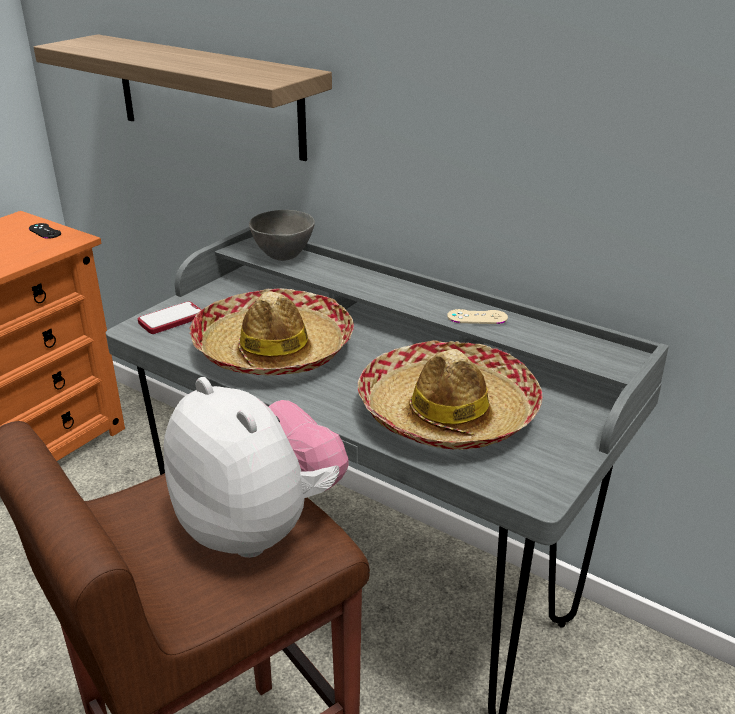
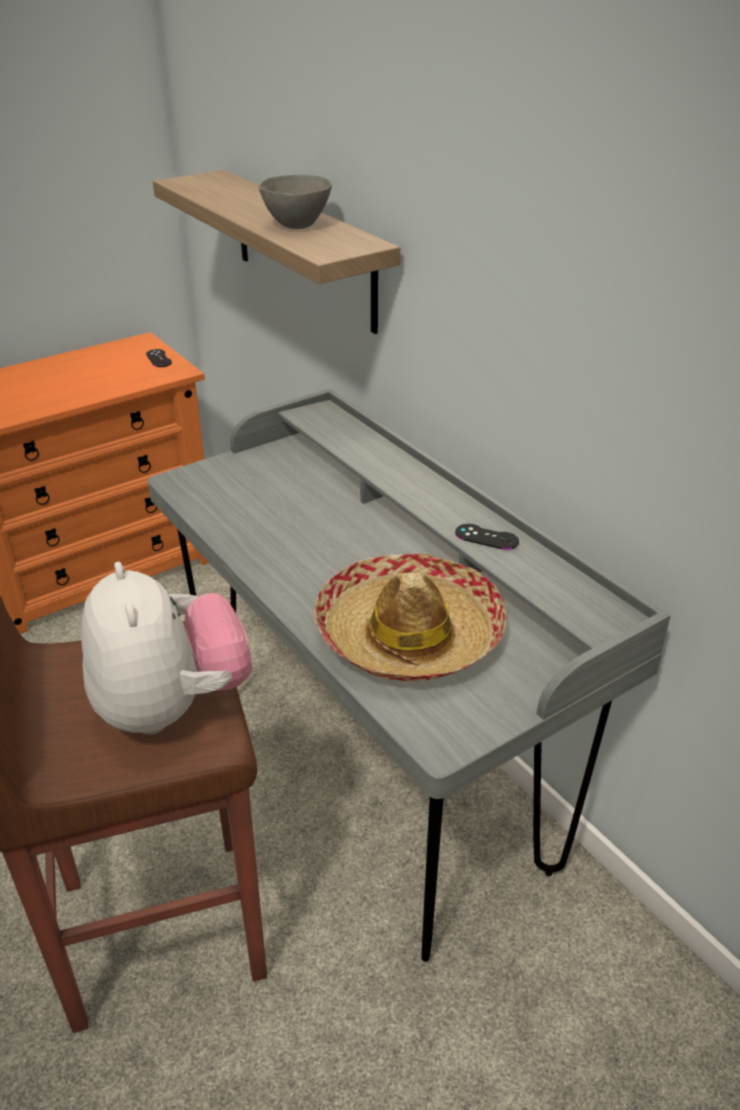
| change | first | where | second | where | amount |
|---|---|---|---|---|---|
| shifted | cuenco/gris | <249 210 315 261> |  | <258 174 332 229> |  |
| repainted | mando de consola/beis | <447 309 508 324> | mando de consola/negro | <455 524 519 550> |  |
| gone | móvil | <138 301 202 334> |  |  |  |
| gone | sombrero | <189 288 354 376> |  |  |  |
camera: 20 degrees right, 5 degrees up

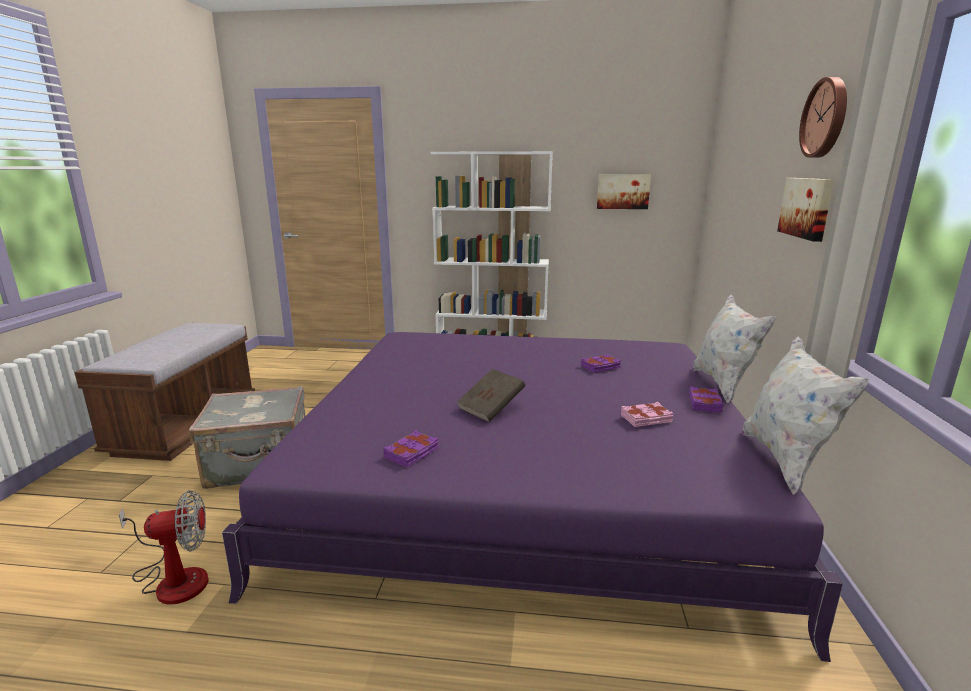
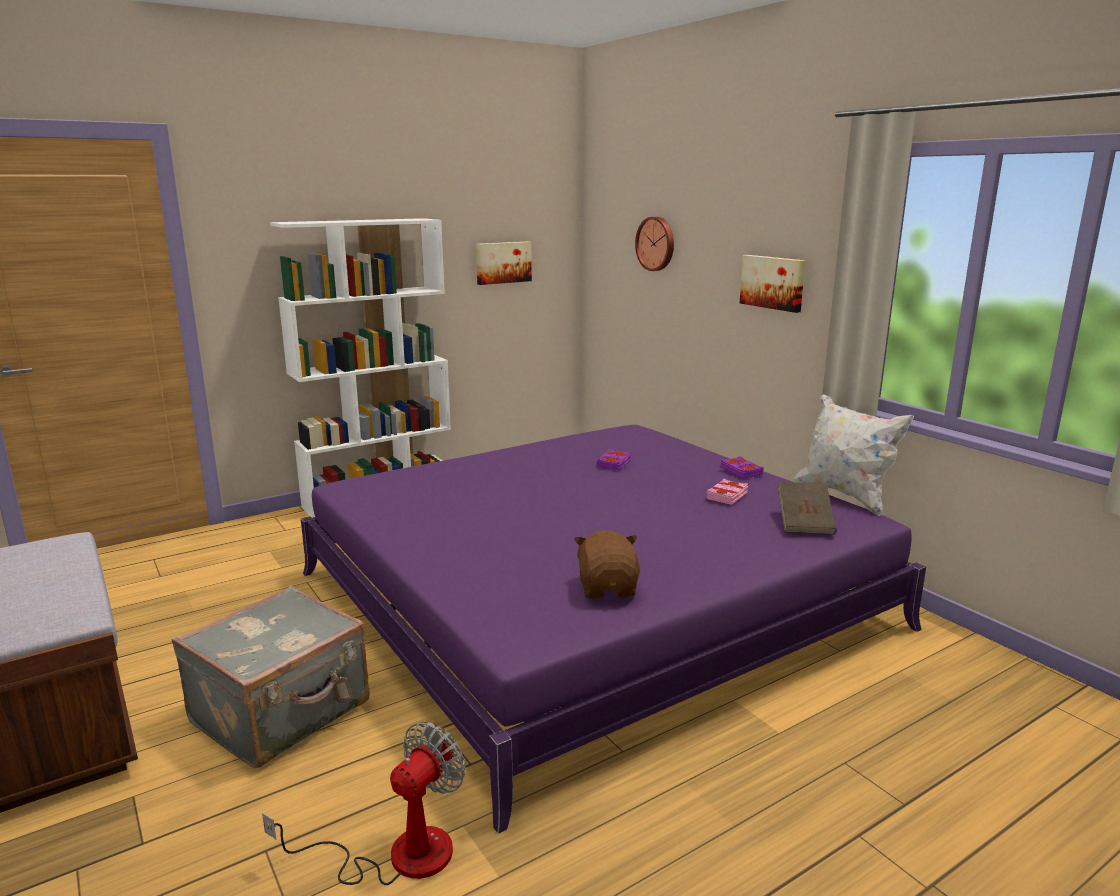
| change | first | where | second | where | amount |
|---|---|---|---|---|---|
| swapped | libro/morado | <384 430 439 467> | peluche/marrón | <574 530 640 599> |  |
| shifted | reloj de pared | <799 77 847 158> |  | <635 217 674 271> |  |
| shifted | libro/marrón | <457 369 525 422> |  | <778 482 837 535> |  |
| gone | cojín/blanco | <693 294 776 403> |  |  |  |
camera: 40 degrees left, 0 degrees up

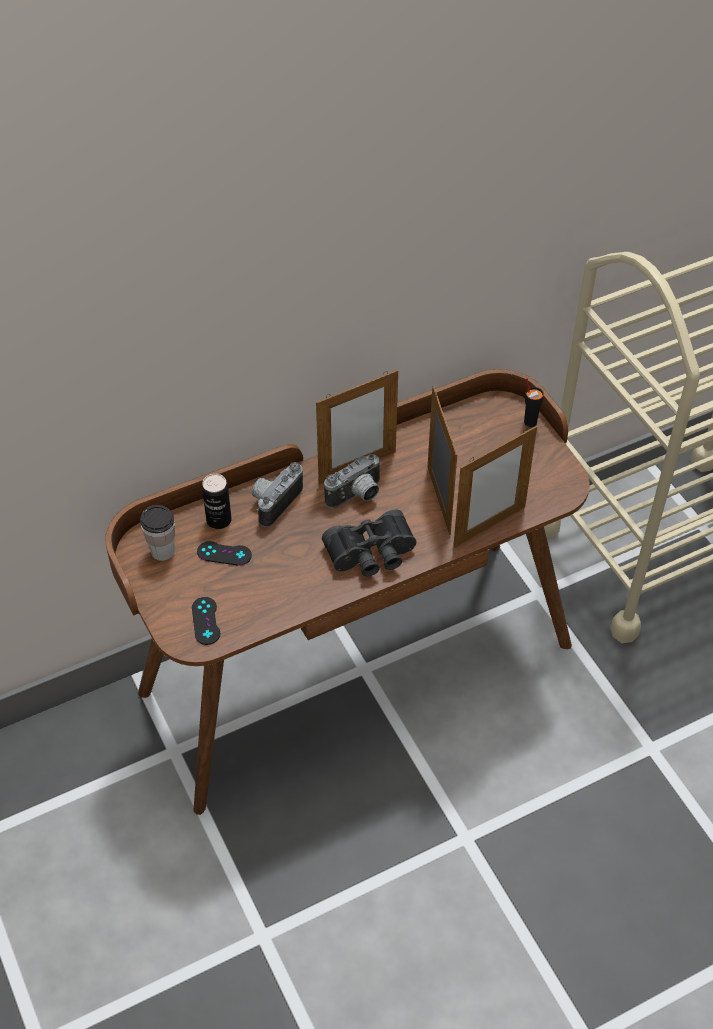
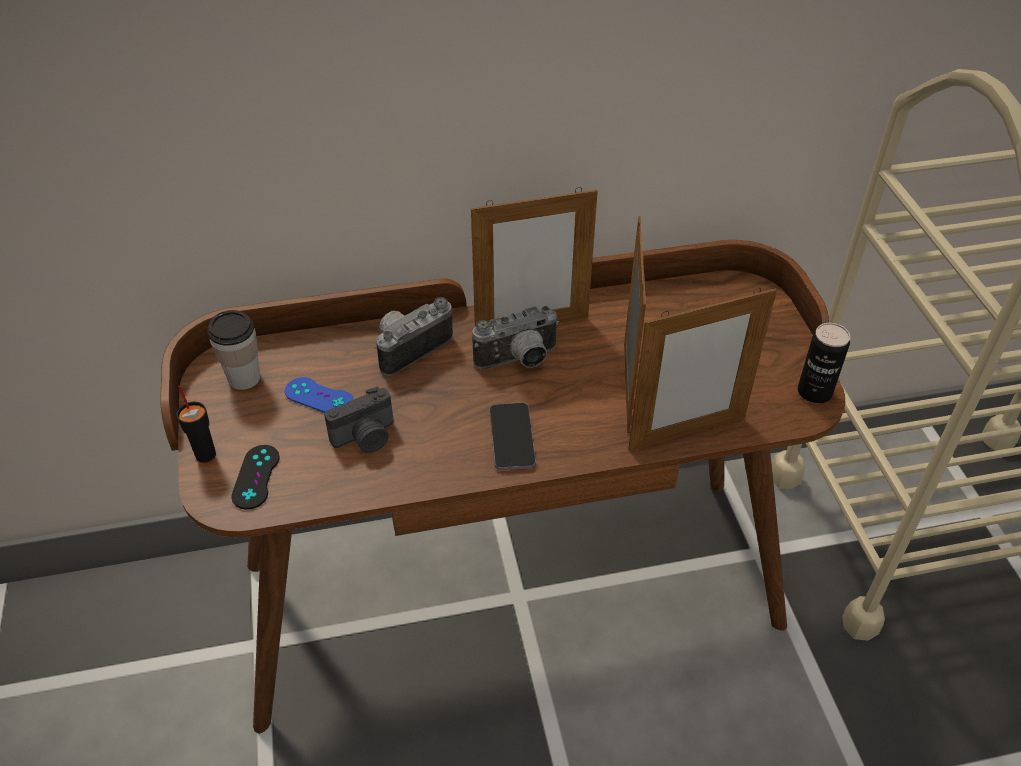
| change | first | where | second | where | amount |
|---|---|---|---|---|---|
| shifted | taza/negro | <524 378 544 427> |  | <177 386 216 463> |  |
| repainted | mando de consola/negro | <197 541 252 566> | mando de consola/azul | <285 377 354 413> |  |
| new |  |  | cámara | <324 387 394 453> |  |
| swapped | prismáticos/negro | <322 509 416 577> | móvil | <489 403 536 470> |  |
| shifted | lata | <202 474 232 529> |  | <798 323 850 403> |  |
camera: 15 degrees right, 5 degrees down

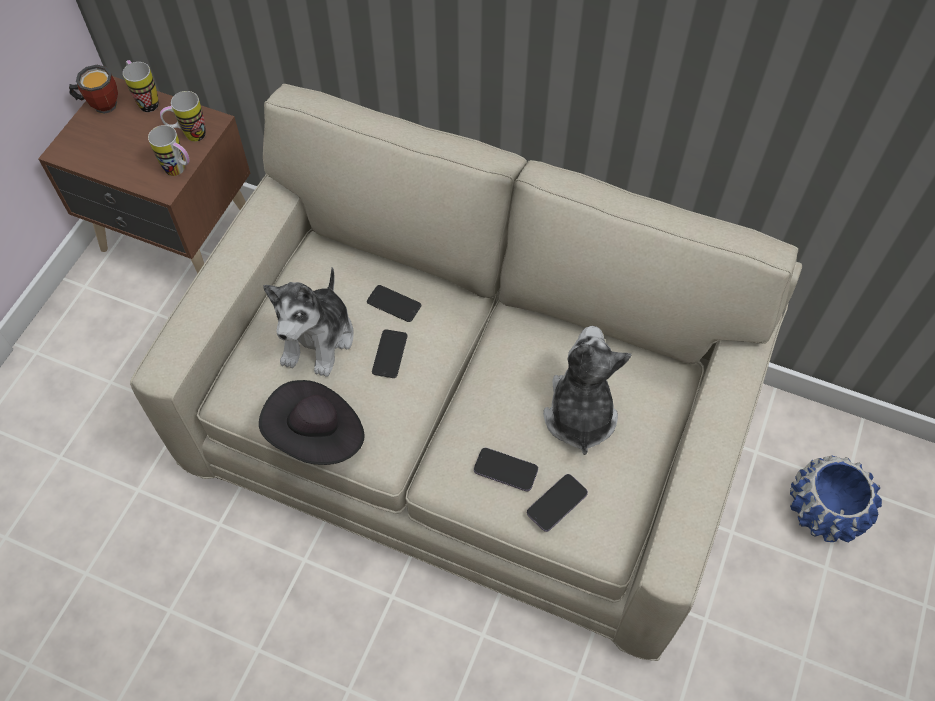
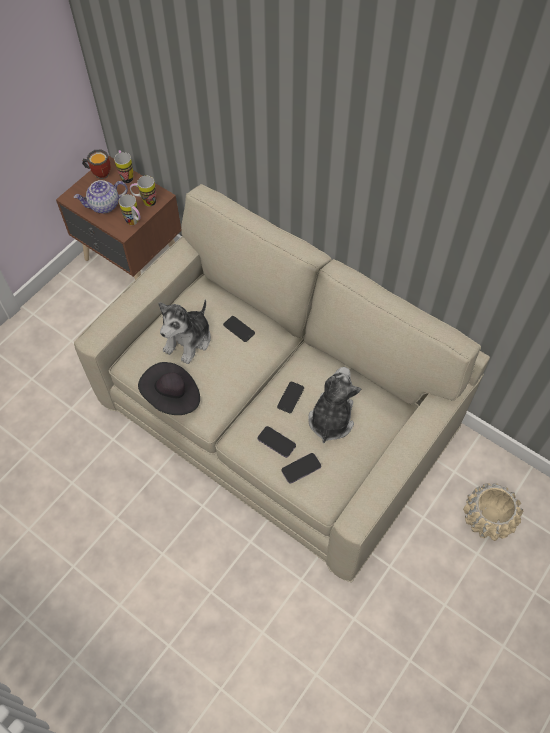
| change | first | where | second | where | amount |
|---|---|---|---|---|---|
| new |  |  | tetera | <74 180 128 213> |  |
| shifted | móvil | <372 329 407 378> |  | <277 382 304 413> |  |
| repainted | maceta/azul | <790 455 882 542> | maceta/beis | <463 483 523 541> |  |
camera: 15 degrees right, 0 degrees up

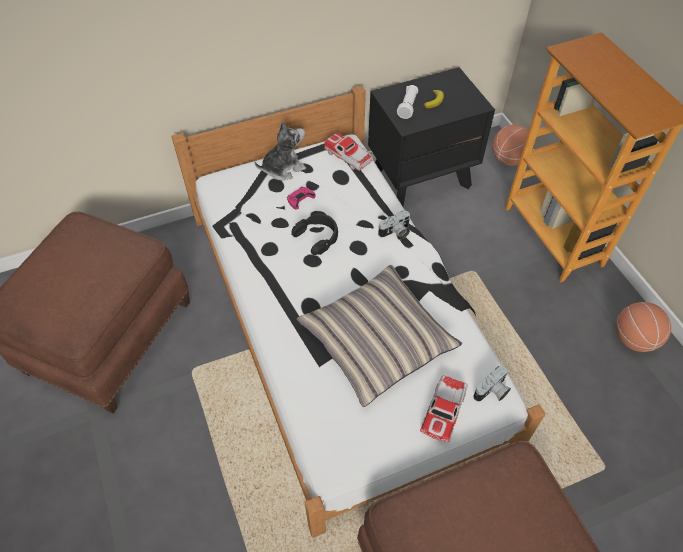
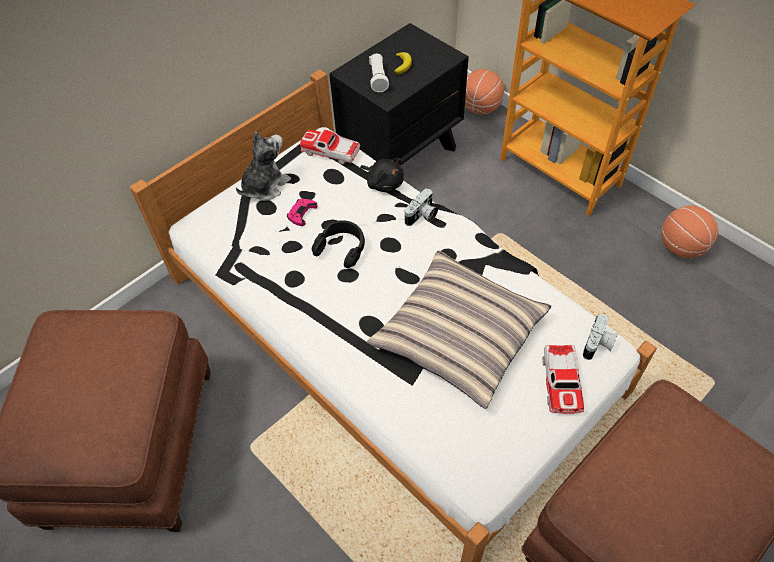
| change | first | where | second | where | amount |
|---|---|---|---|---|---|
| new |  |  | peluche/negro | <360 158 404 192> |  |
camera: 20 degrees left, 0 degrees up

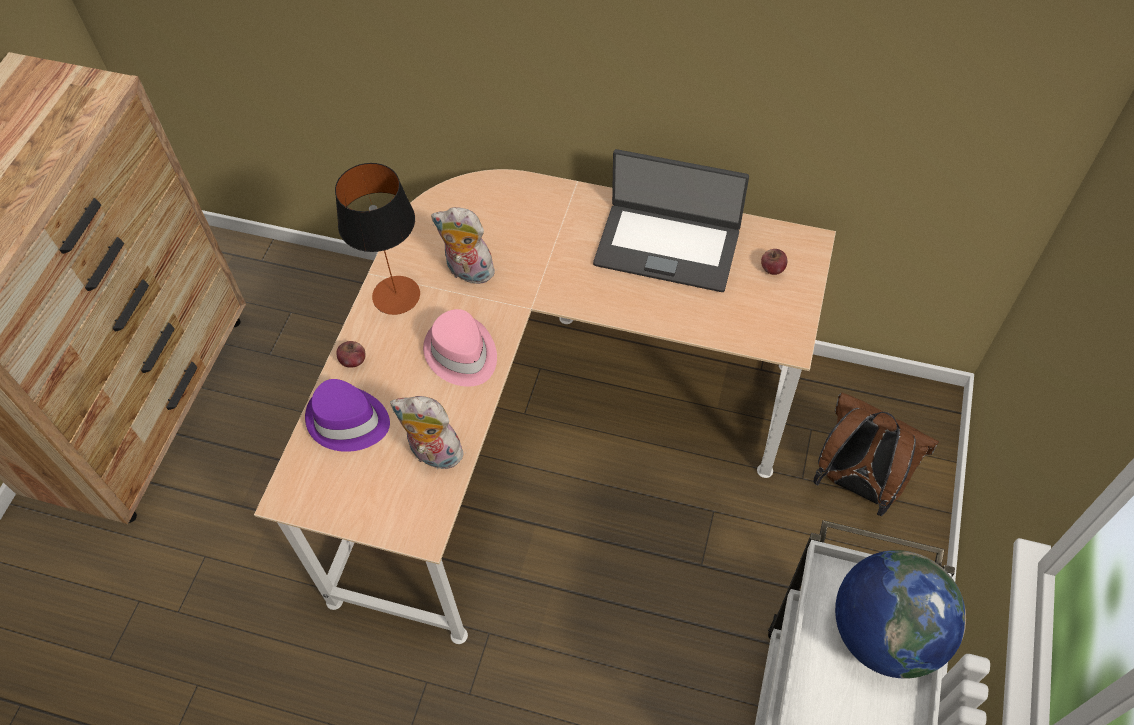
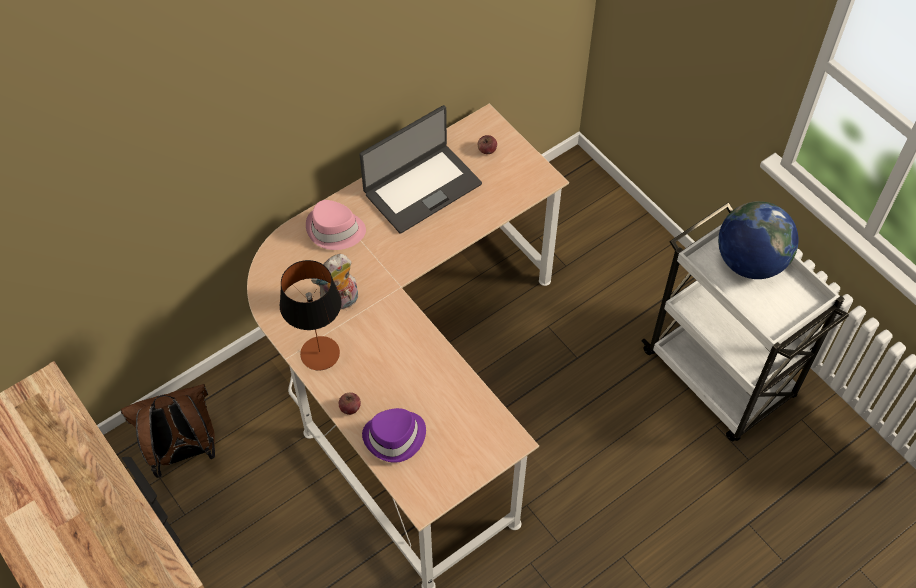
| change | first | where | second | where | amount |
|---|---|---|---|---|---|
| shifted | mochila/marrón | <814 393 939 517> |  | <121 384 215 478> |  |
| shifted | sombrero/rosa | <423 309 497 387> |  | <306 200 366 250> |  |
| gone | peluche | <390 396 466 473> |  |  |  |
camera: 55 degrees left, 0 degrees up

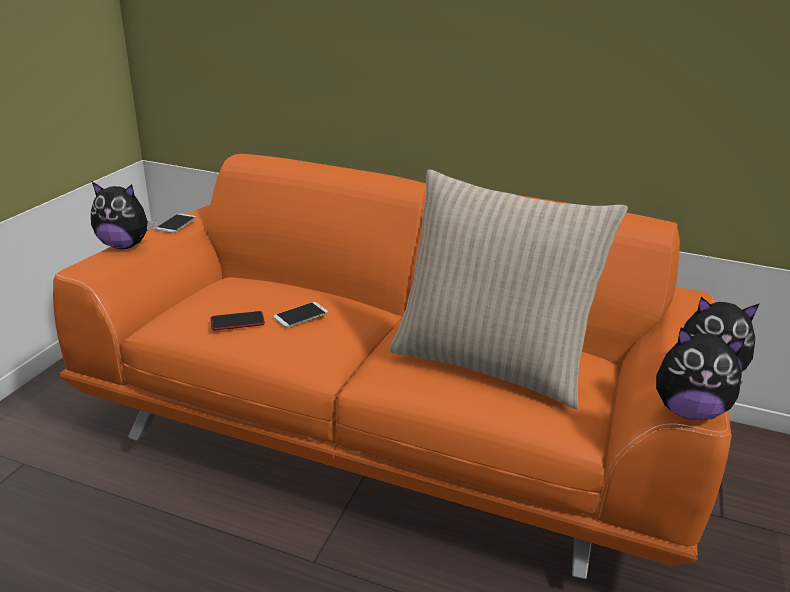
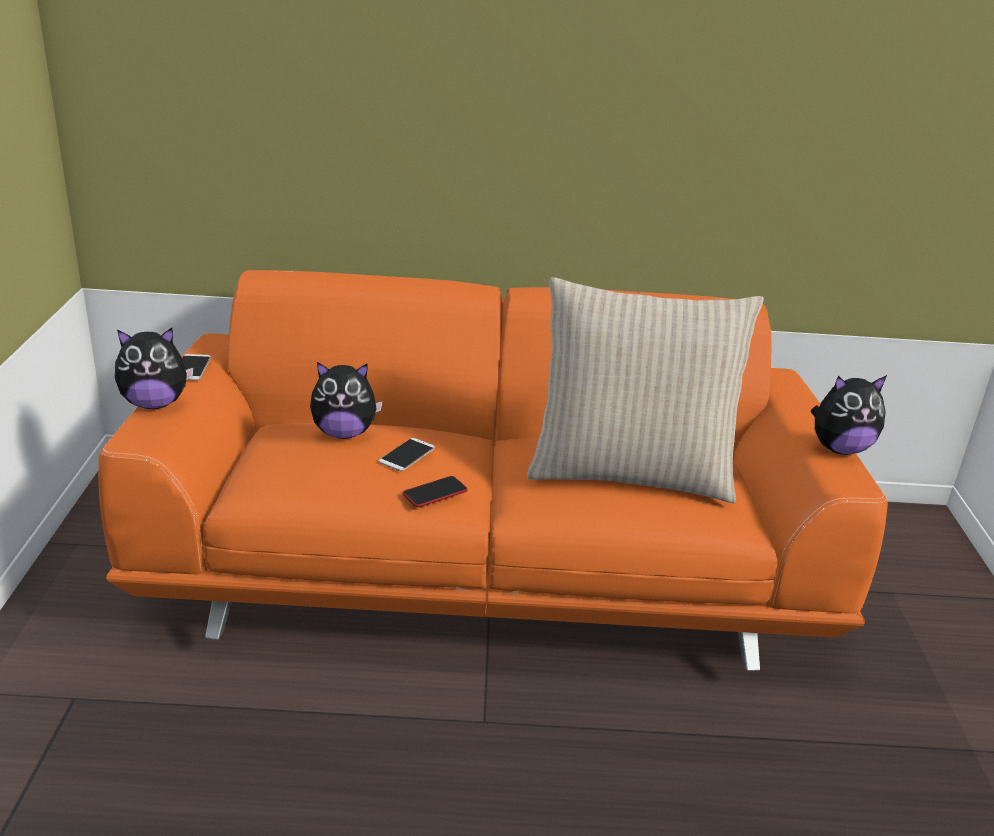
| change | first | where | second | where | amount |
|---|---|---|---|---|---|
| shifted | peluche | <656 327 746 420> |  | <310 362 383 439> |  |
| shifted | móvil | <210 311 265 330> |  | <403 476 468 507> |  |
camera: 20 degrees left, 0 degrees up

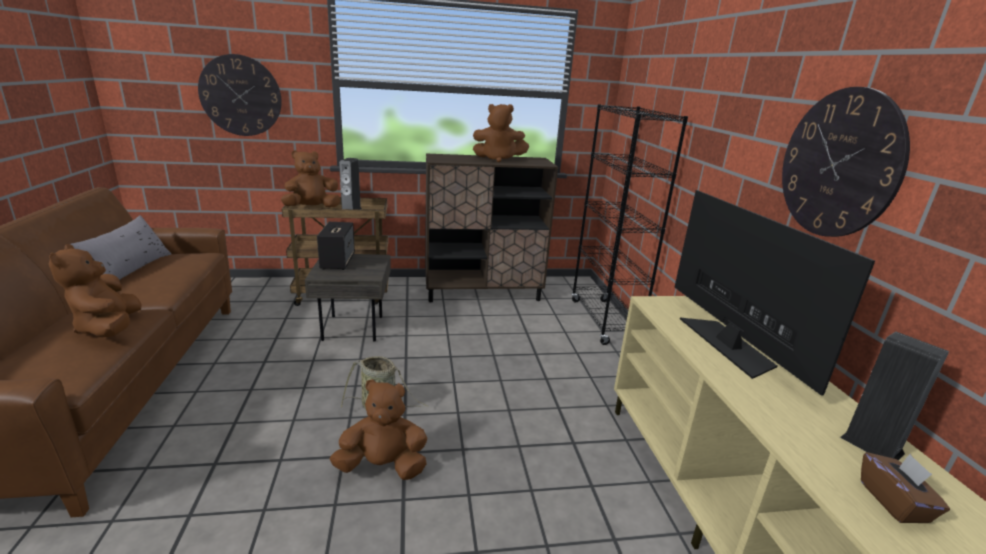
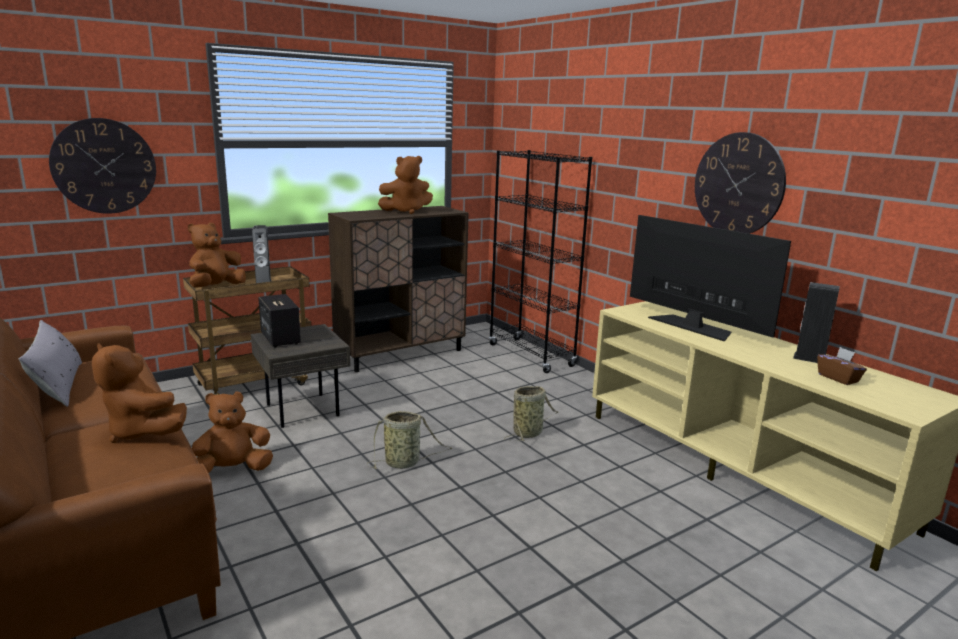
| change | first | where | second | where | amount |
|---|---|---|---|---|---|
| shifted | peluche/marrón | <330 379 427 480> |  | <192 391 273 473> |  |
| new |  |  | cesta | <504 386 559 441> |  |
camera: 25 degrees left, 5 degrees down

